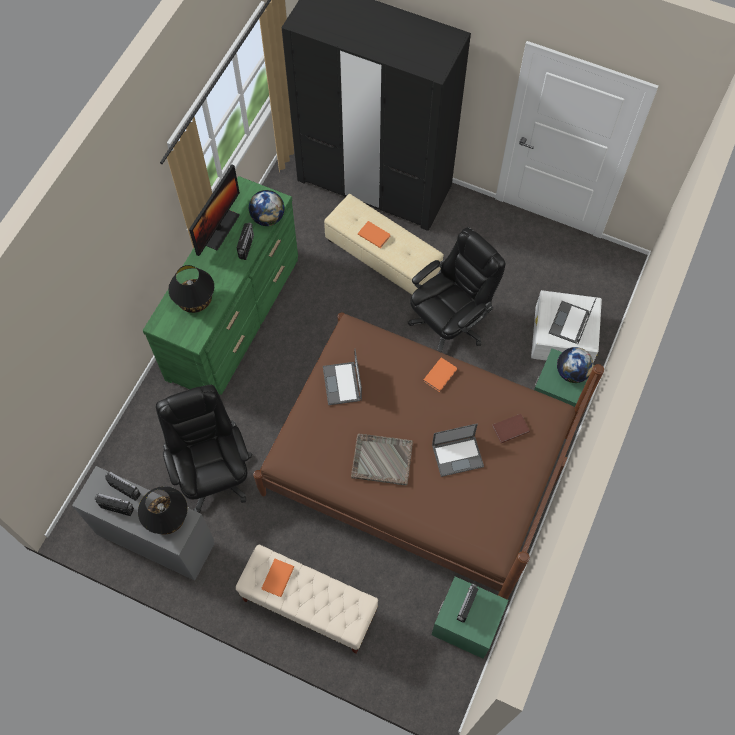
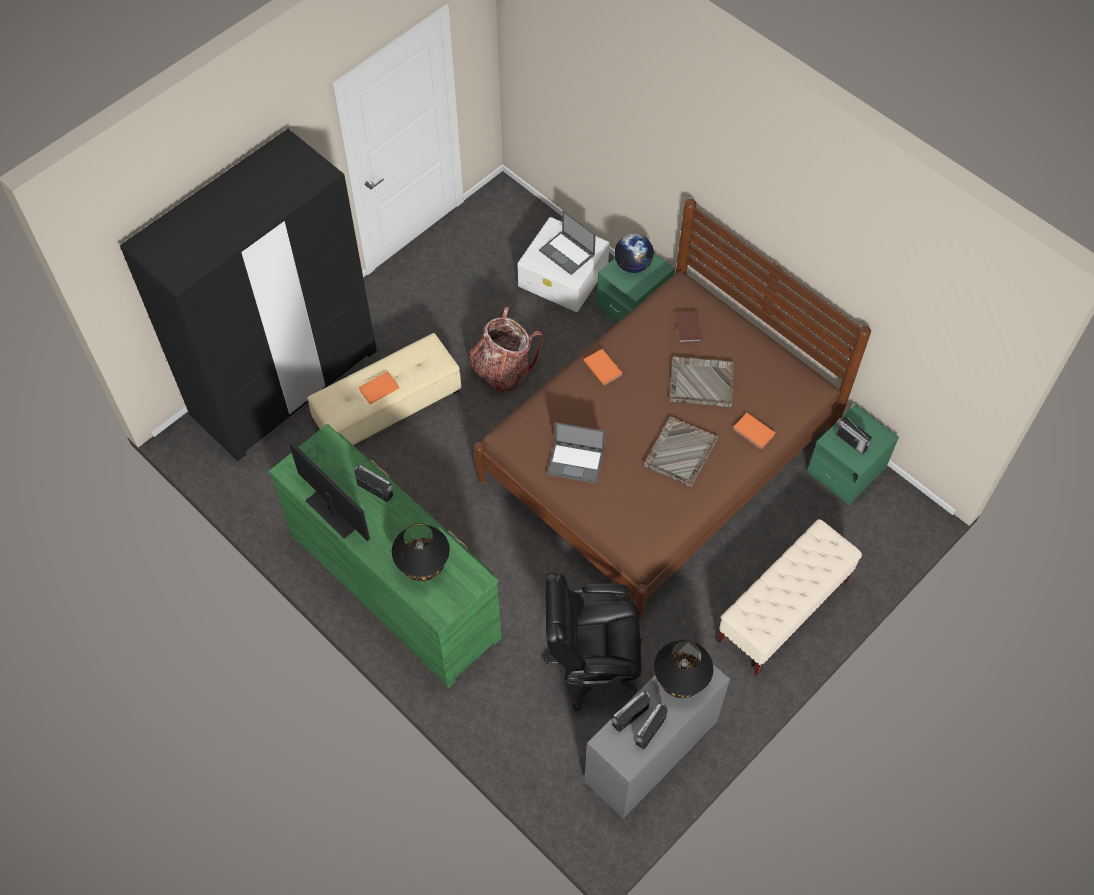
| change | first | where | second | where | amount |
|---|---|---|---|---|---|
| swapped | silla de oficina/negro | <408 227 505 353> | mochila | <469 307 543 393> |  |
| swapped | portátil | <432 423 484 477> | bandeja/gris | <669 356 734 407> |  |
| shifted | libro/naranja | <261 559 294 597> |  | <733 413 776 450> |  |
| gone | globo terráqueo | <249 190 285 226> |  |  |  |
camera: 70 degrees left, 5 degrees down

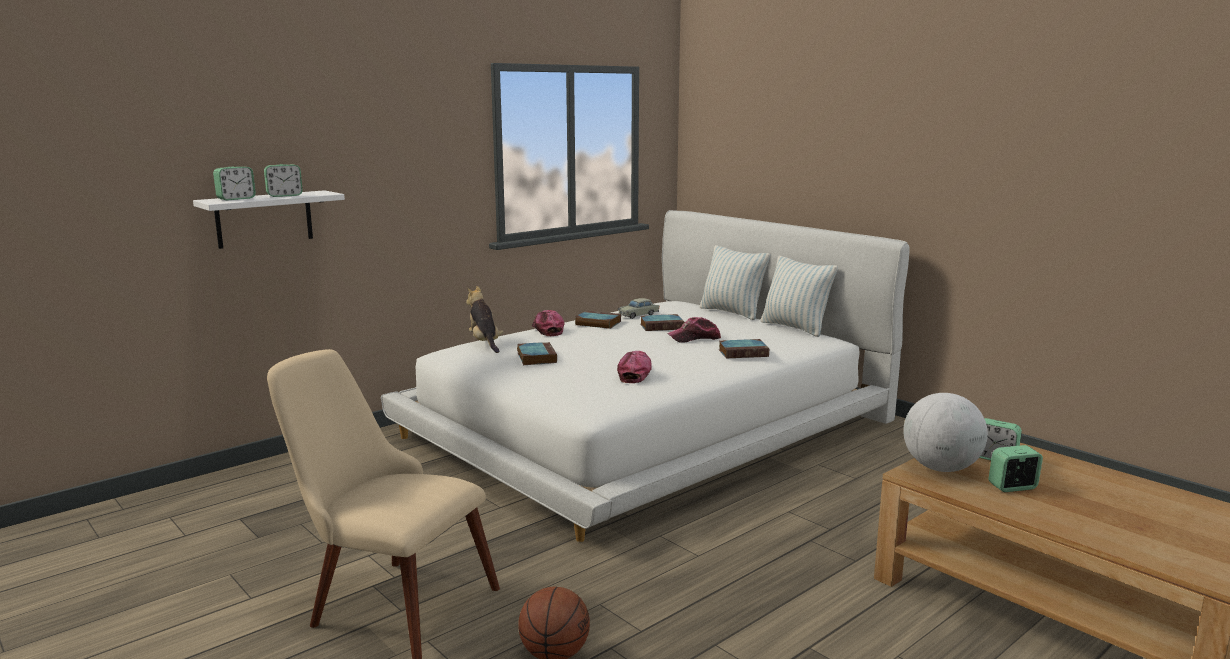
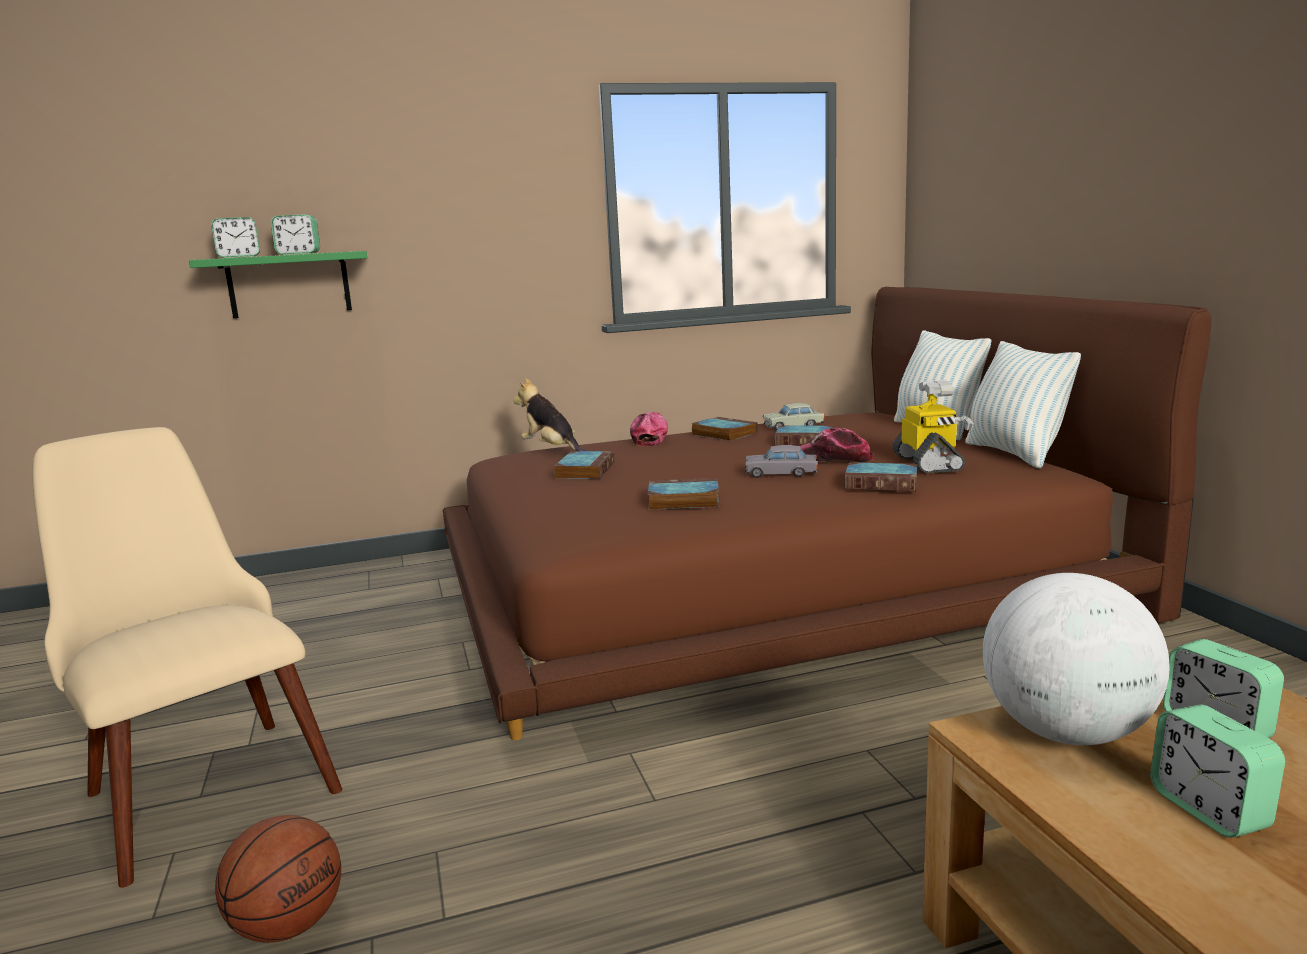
| change | first | where | second | where | amount |
|---|---|---|---|---|---|
| repainted | estante/blanco | <193 190 345 249> | estante/verde | <189 251 367 318> |  |
| repainted | cama/blanco | <381 210 910 542> | cama/marrón | <443 287 1212 740> |  |
| rotated | peluche | <466 286 504 353> |  | <513 378 586 451> | 45 degrees counterclockwise |
| swapped | gorra | <617 351 652 383> | libro | <648 478 720 510> |  |
| new |  |  | coche de juguete/gris | <745 445 818 478> |  |
| new |  |  | robot de juguete | <892 380 973 473> |  |
| rotated | despertador | <988 445 1043 492> |  | <1150 704 1285 838> | 120 degrees counterclockwise |
camera: 25 degrees right, 0 degrees up

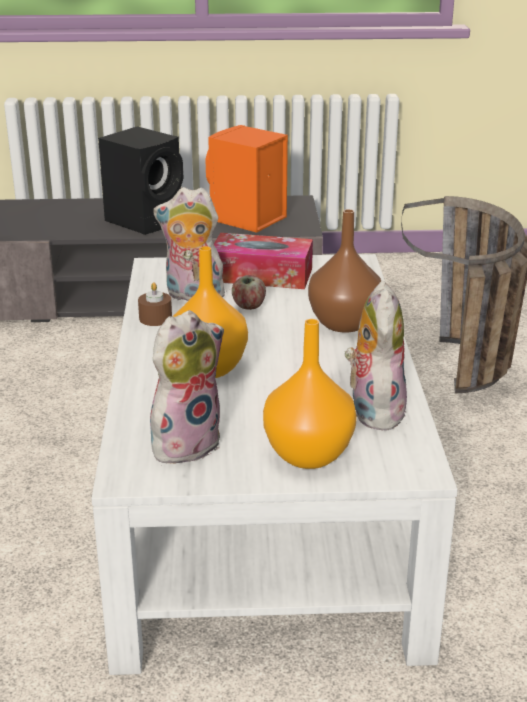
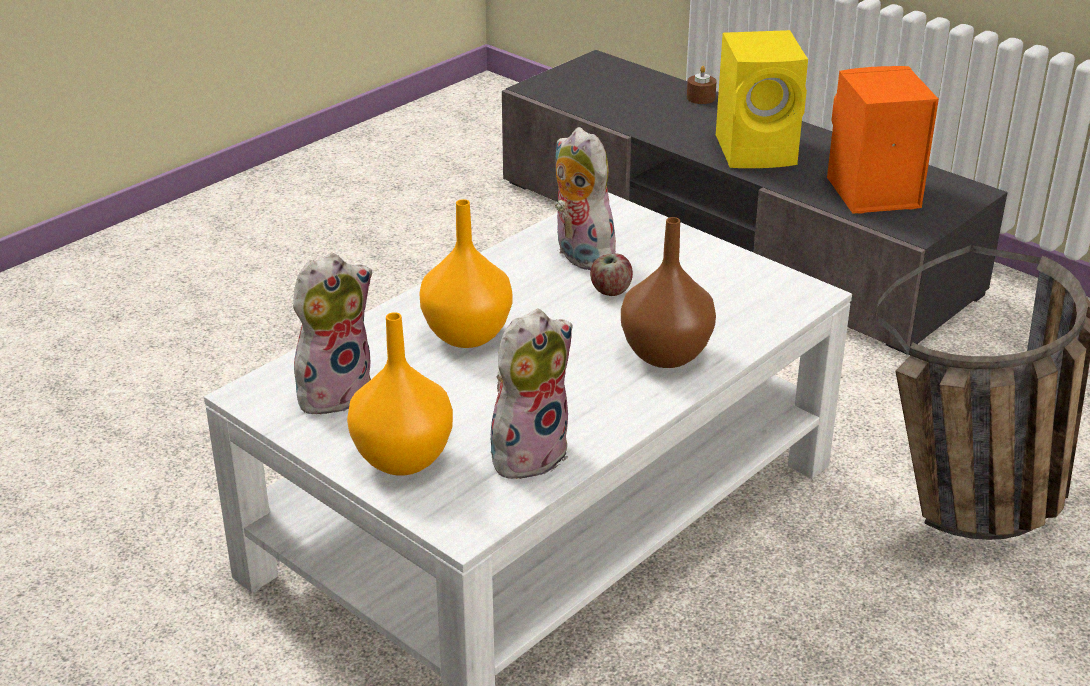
| change | first | where | second | where | amount |
|---|---|---|---|---|---|
| rotated | peluche | <150 310 224 464> |  | <293 253 372 417> | 45 degrees counterclockwise |
| shifted | vela/marrón | <138 282 172 326> |  | <687 66 717 104> |  |
| repainted | altavoz/negro | <98 126 183 235> | altavoz/amarillo | <716 30 808 168> |  |
| gone | caja de pañuelos | <214 233 313 289> |  |  |  |
camera: 45 degrees right, 5 degrees up

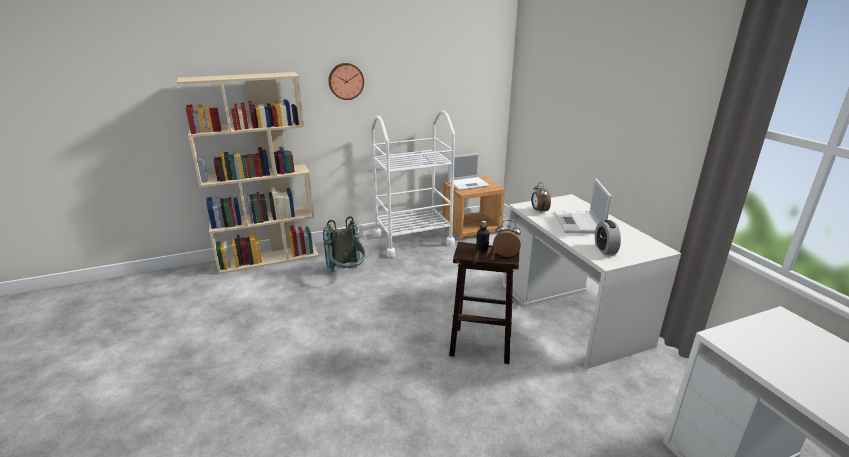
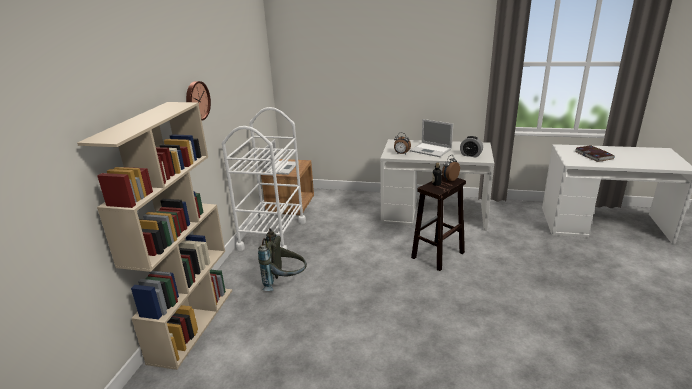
| change | first | where | second | where | amount |
|---|---|---|---|---|---|
| new |  |  | libro | <575 145 615 162> |  |
camera: 55 degrees left, 0 degrees up

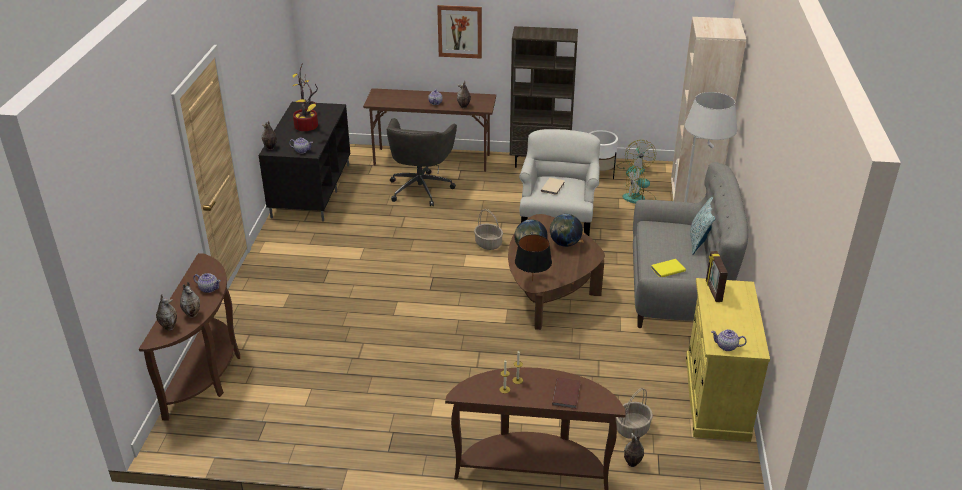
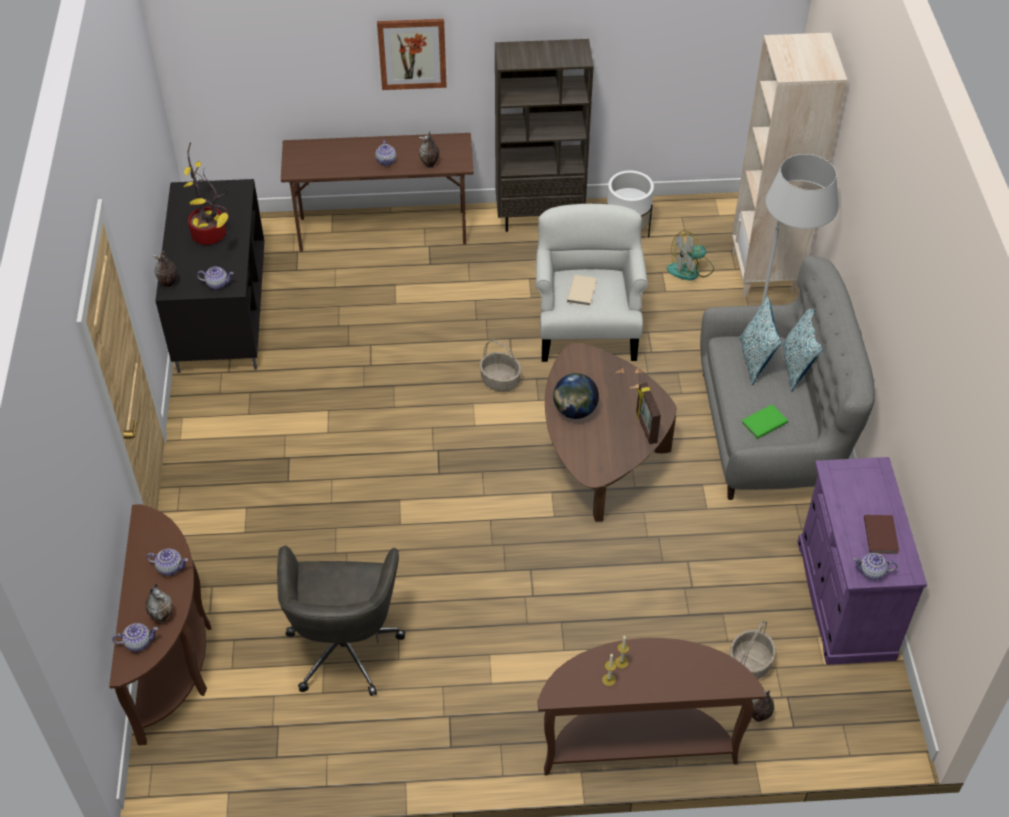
| change | first | where | second | where | amount |
|---|---|---|---|---|---|
| swapped | florero | <156 294 177 331> | tetera | <112 623 158 652> |  |
| shifted | silla de oficina/gris | <386 118 457 206> |  | <277 546 405 696> |  |
| shifted | portarretratos | <706 251 728 302> |  | <636 382 661 444> |  |
| new |  |  | cojín | <739 296 782 385> |  |
| repainted | libro/amarillo | <651 259 686 277> | libro/verde | <741 404 788 439> |  |
| repainted | armario/amarillo | <686 278 770 442> | armario/morado | <798 457 927 665> |  |
| shifted | libro/marrón | <552 377 581 409> |  | <864 515 899 554> |  |
| gone | lámpara de mesa/negro | <515 235 552 282> |  |  |  |
| gone | globo terráqueo | <550 214 583 247> |  |  |  |
| gone | ventilador | <617 140 656 177> |  |  |  |
camera: 10 degrees left, 15 degrees up

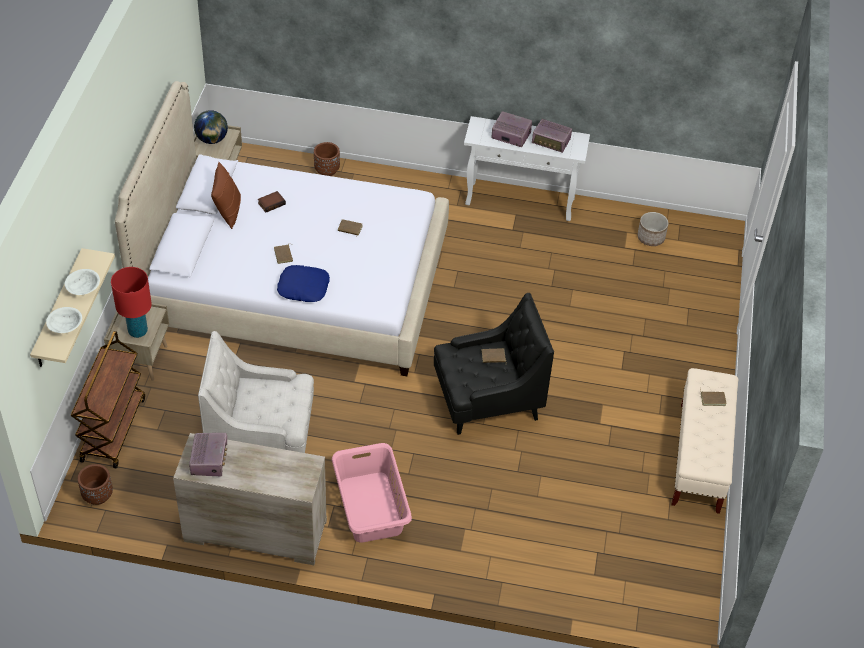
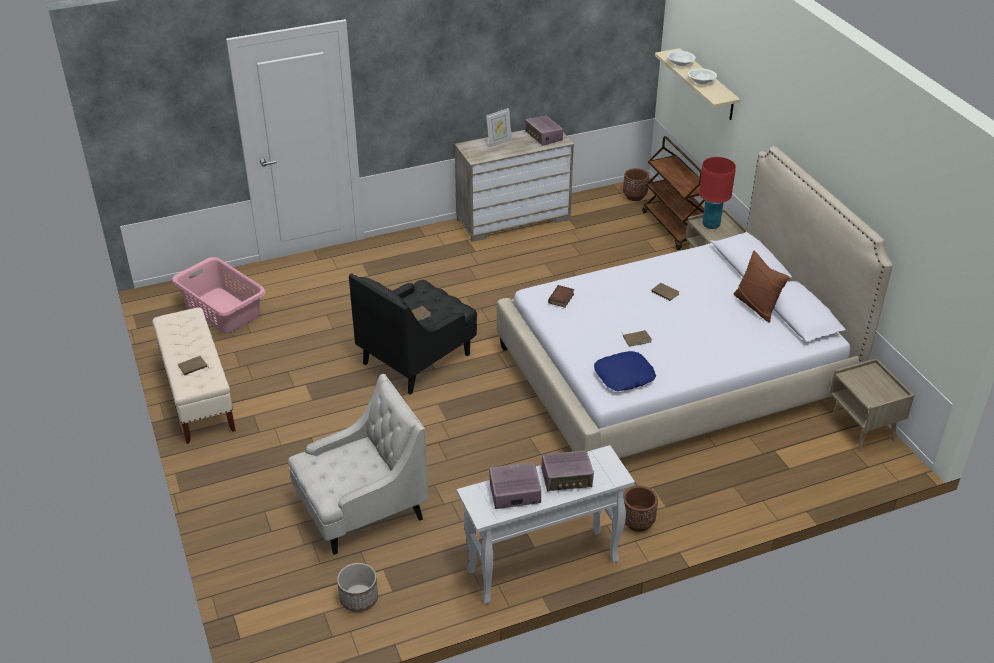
| change | first | where | second | where | amount |
|---|---|---|---|---|---|
| shifted | cesto de la ropa/rosa | <332 443 412 543> |  | <172 257 266 333> |  |
| shifted | sillón/blanco | <198 331 314 453> |  | <288 374 429 555> |  |
| new |  |  | portarretratos | <486 108 512 148> |  |
| shifted | libro | <258 191 286 213> |  | <548 285 574 308> |  |
| shifted | cojín/azul | <277 265 330 302> |  | <594 351 656 391> |  |
| shifted | maceta/marrón | <314 142 340 176> |  | <623 486 658 532> |  |
| gone | globo terráqueo | <194 110 228 144> |  |  |  |
camera: 150 degrees right, 10 degrees down

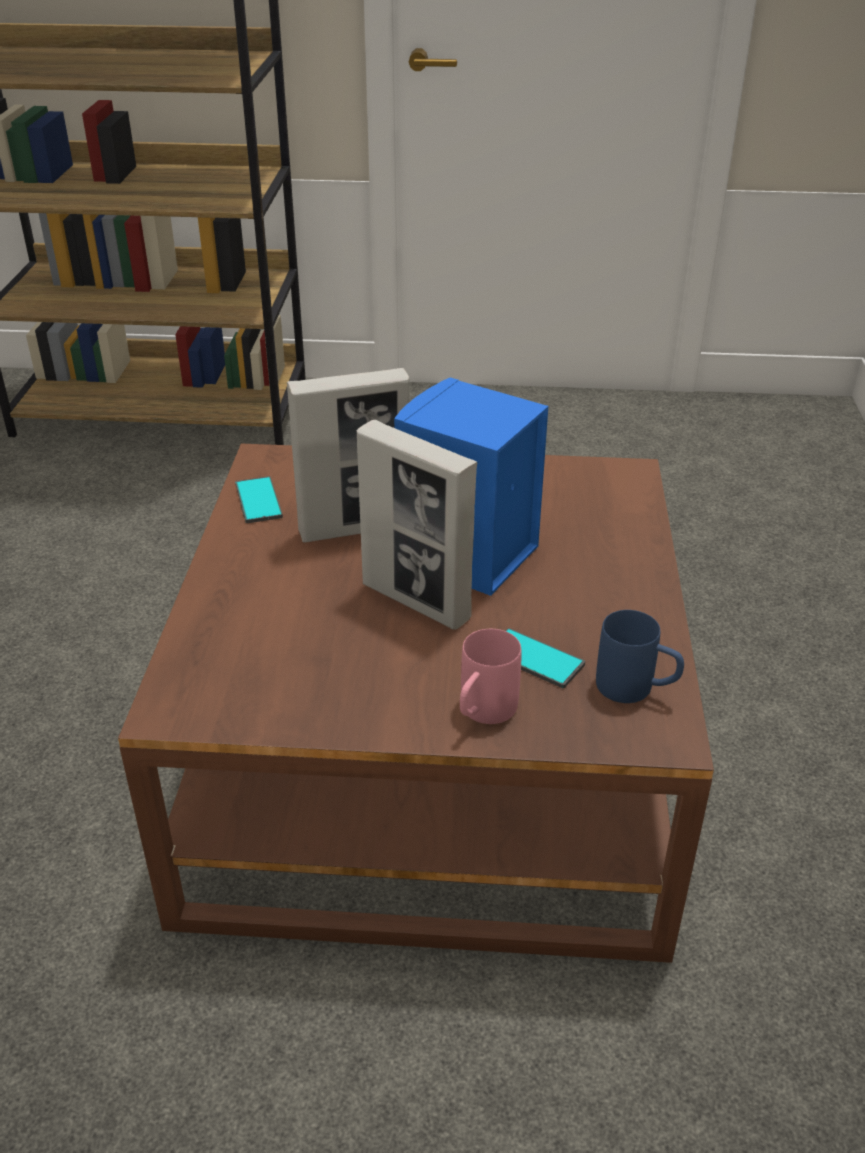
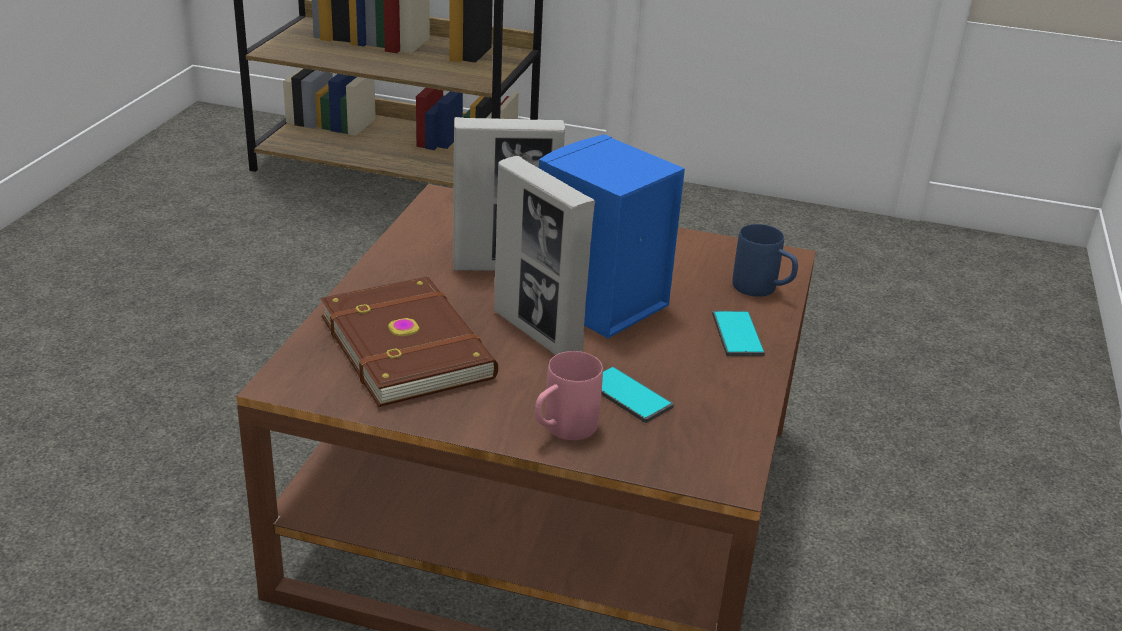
| change | first | where | second | where | amount |
|---|---|---|---|---|---|
| new |  |  | libro/marrón | <320 277 498 407> |  |
| shifted | móvil | <235 476 283 523> |  | <712 310 765 356> |  |
| shifted | taza grande/azul | <596 610 684 703> |  | <732 224 798 297> |  |
camera: 10 degrees right, 5 degrees down

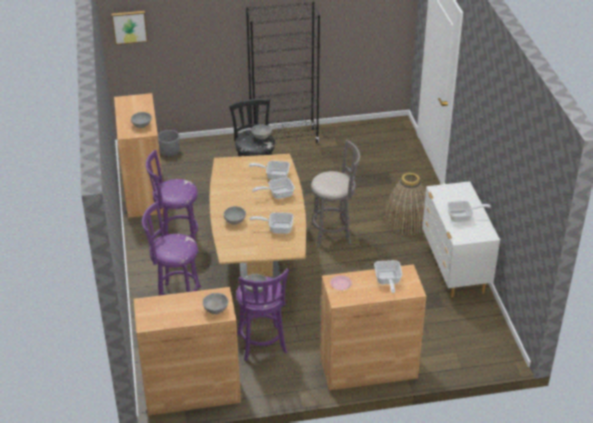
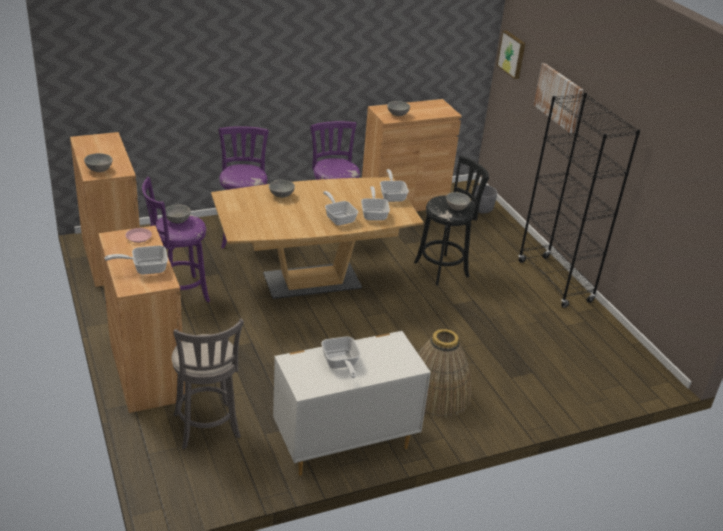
| change | first | where | second | where | amount |
|---|---|---|---|---|---|
| shifted | taburete/gris | <311 139 360 248> |  | <172 319 244 450> |  |
| shifted | sartén | <250 212 293 234> |  | <380 169 409 202> |  |
| new |  |  | cuadro | <534 63 583 133> |  |
camera: 75 degrees right, 5 degrees down

